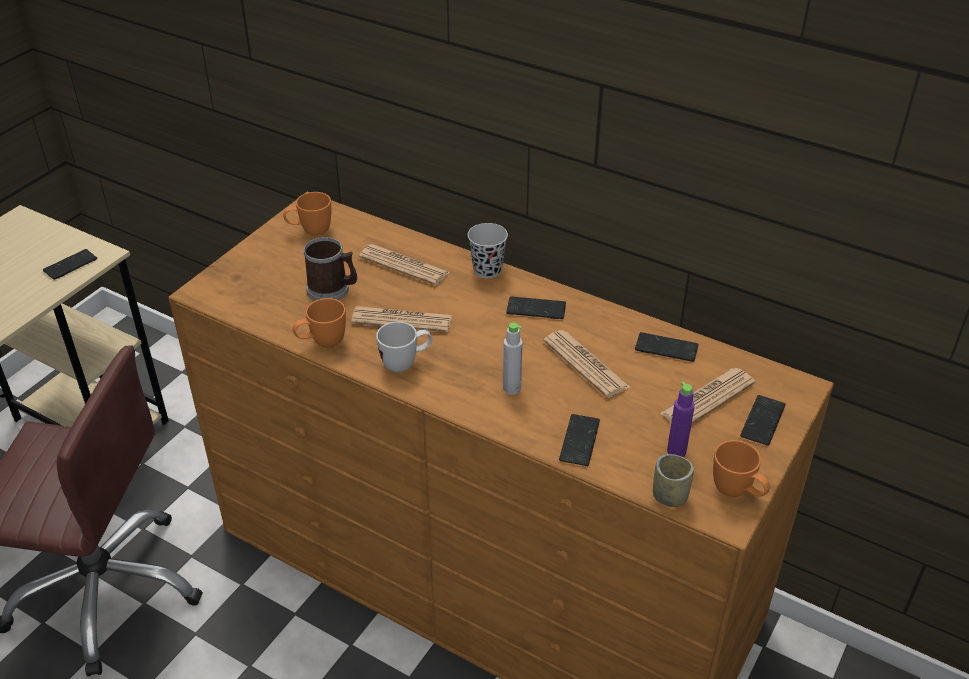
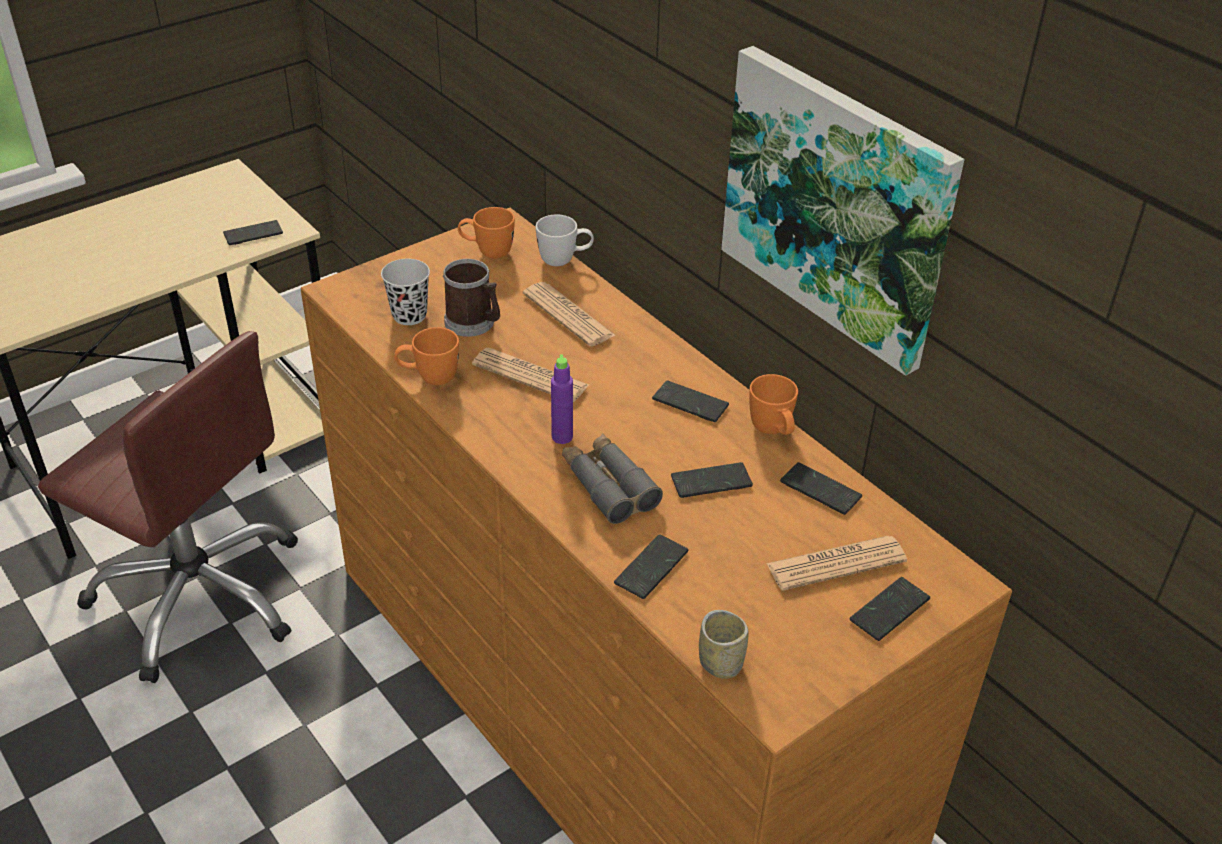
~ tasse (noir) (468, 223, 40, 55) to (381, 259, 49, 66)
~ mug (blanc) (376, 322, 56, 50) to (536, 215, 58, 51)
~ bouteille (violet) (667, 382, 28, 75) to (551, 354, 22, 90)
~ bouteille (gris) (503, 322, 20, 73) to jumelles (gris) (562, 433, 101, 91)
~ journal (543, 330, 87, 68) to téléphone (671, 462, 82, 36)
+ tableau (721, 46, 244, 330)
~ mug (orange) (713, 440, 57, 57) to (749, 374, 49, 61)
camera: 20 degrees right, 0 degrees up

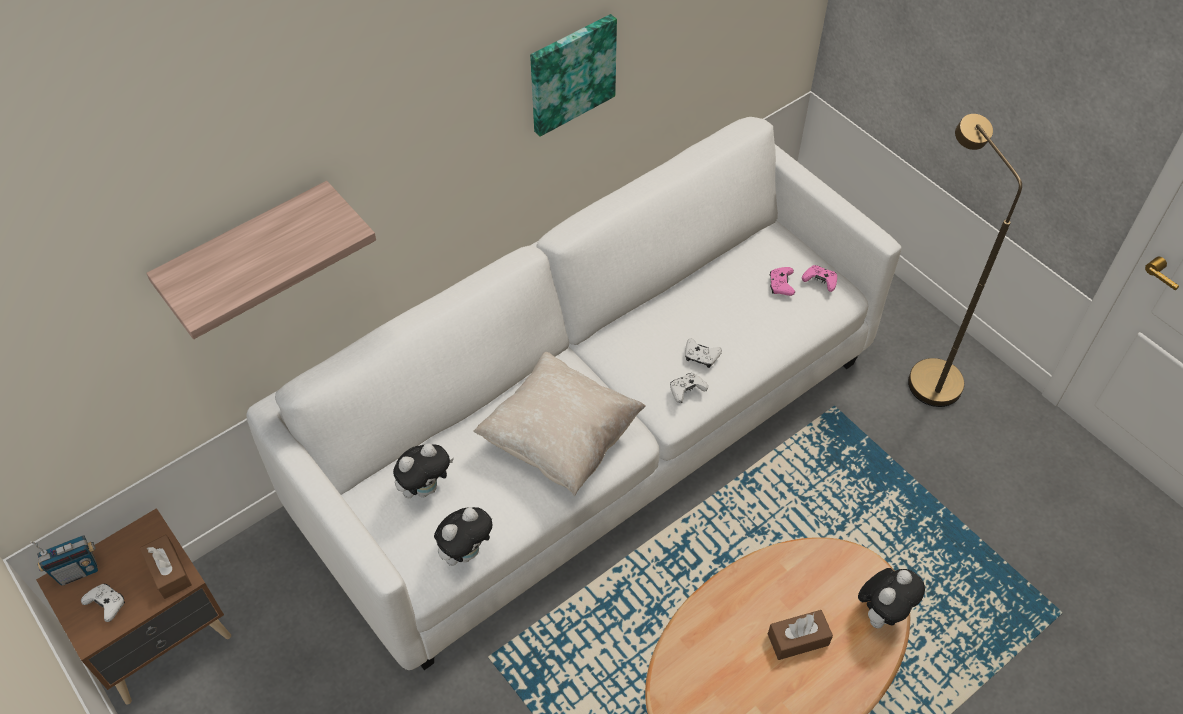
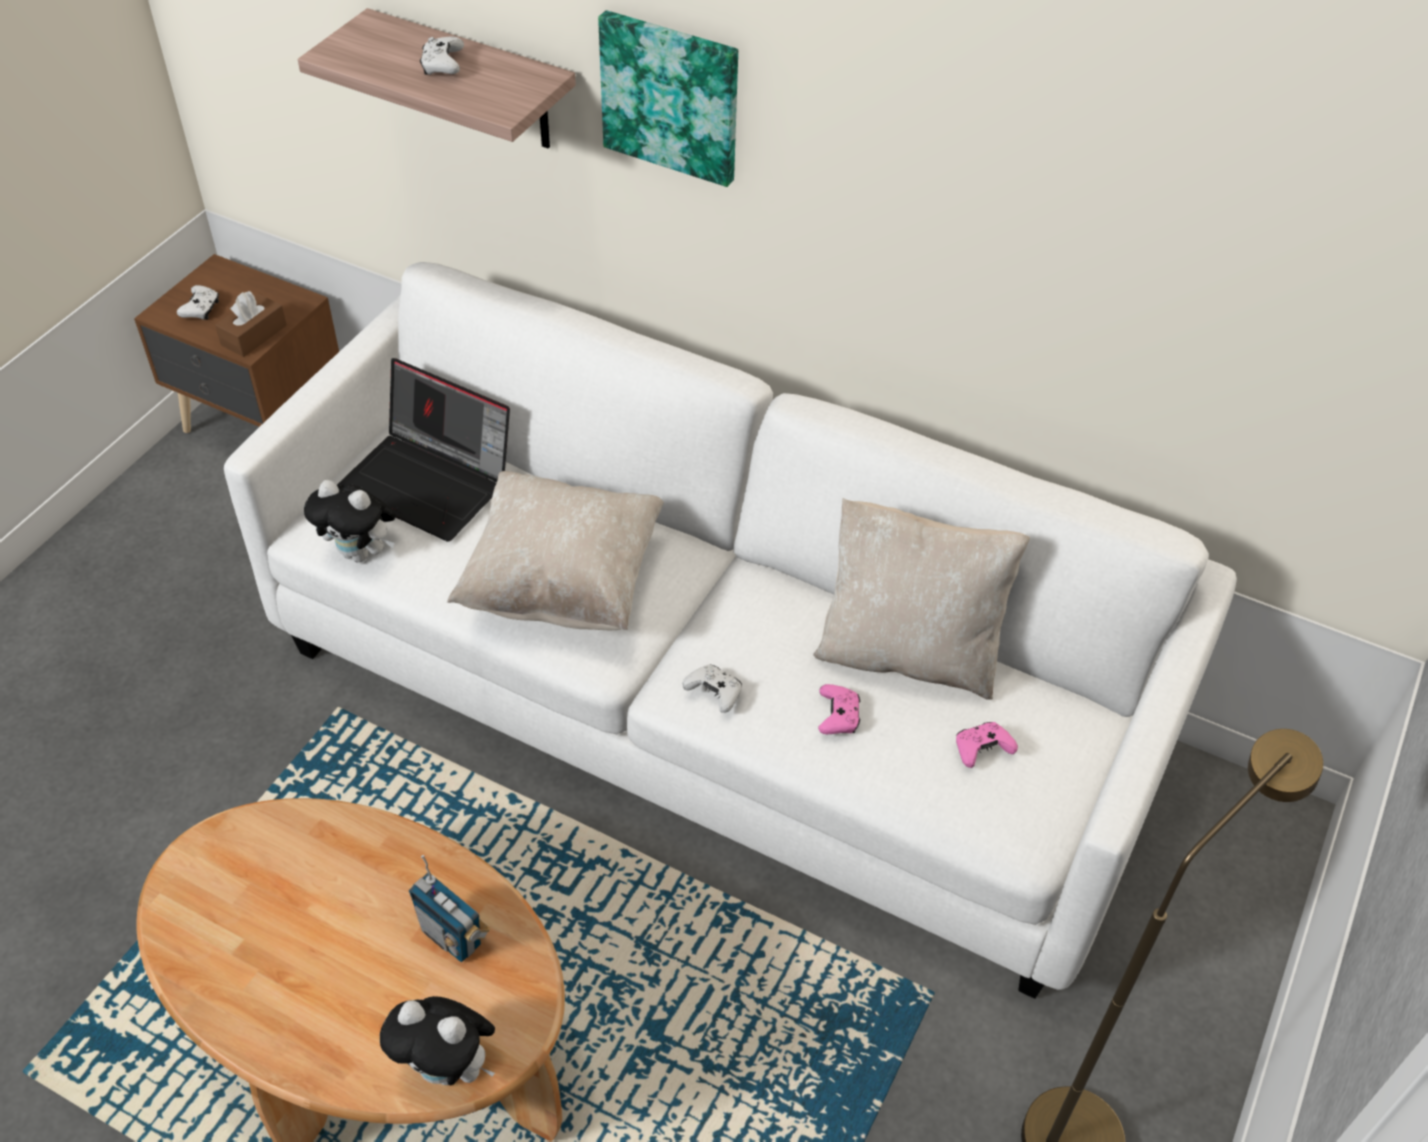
~ peluche (393, 443, 61, 55) to ordinateur portable (337, 358, 173, 184)
~ radio (30, 535, 68, 50) to (409, 855, 81, 107)
~ manette (blanc) (685, 338, 37, 30) to (420, 37, 44, 38)
~ tableau (530, 14, 87, 123) to (598, 10, 140, 177)
+ coussin (beige) (813, 498, 217, 202)
~ manette (rose) (802, 265, 35, 27) to (818, 684, 43, 50)
- boîte à mouchoirs (marron) (768, 610, 65, 50)
camera: 65 degrees right, 5 degrees down

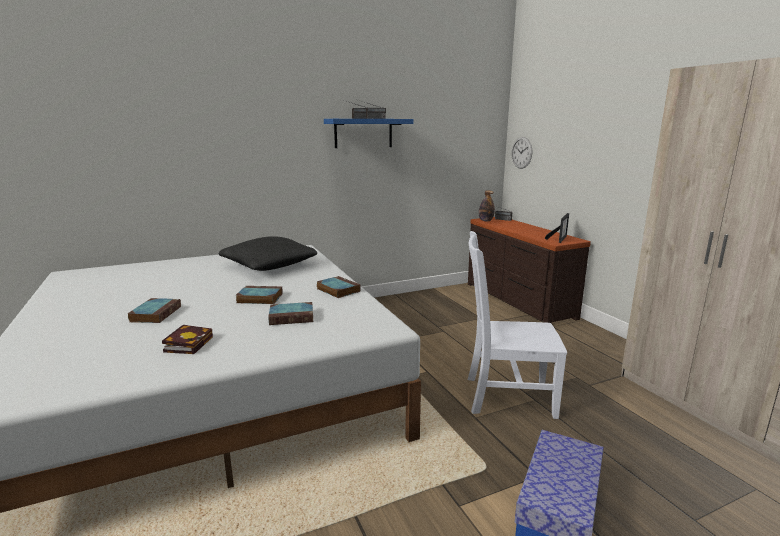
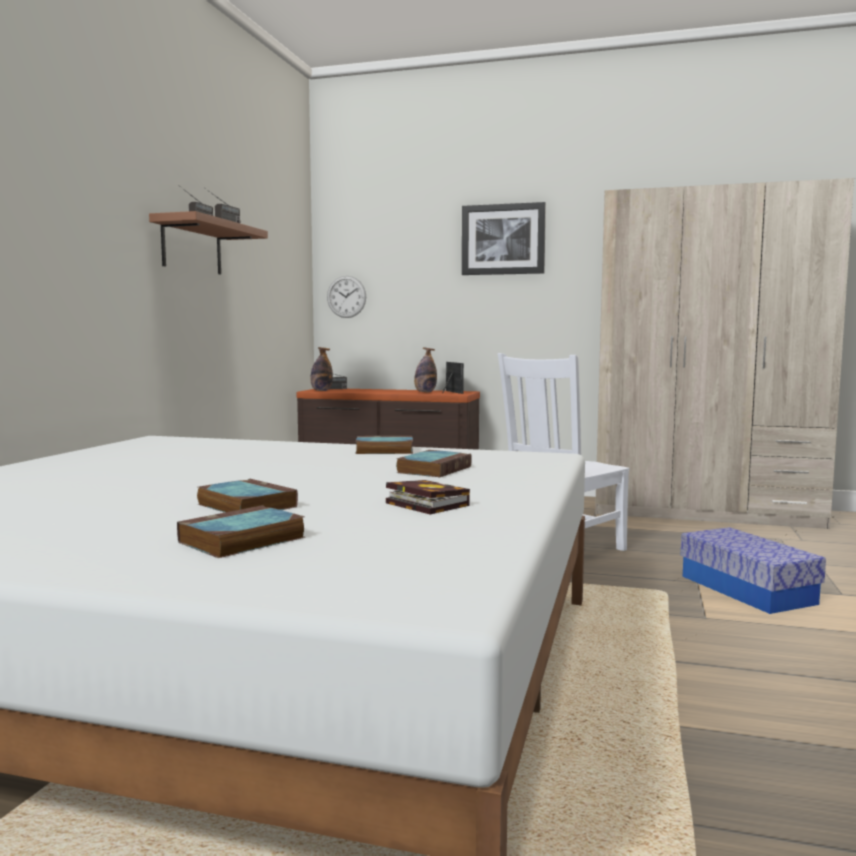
~ étagère (bleu) (324, 119, 90, 29) to étagère (marron) (149, 211, 119, 63)
~ livre (236, 286, 47, 18) to (177, 505, 128, 53)
+ bouteille (414, 347, 23, 45)
+ tableau (462, 202, 84, 73)
- coussin (noir) (218, 236, 99, 35)
camera: 50 degrees left, 10 degrees down

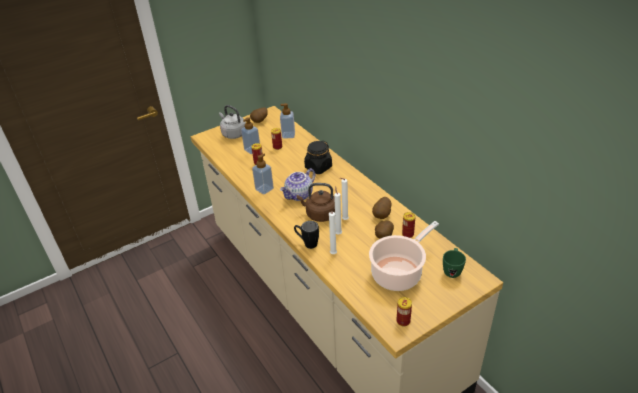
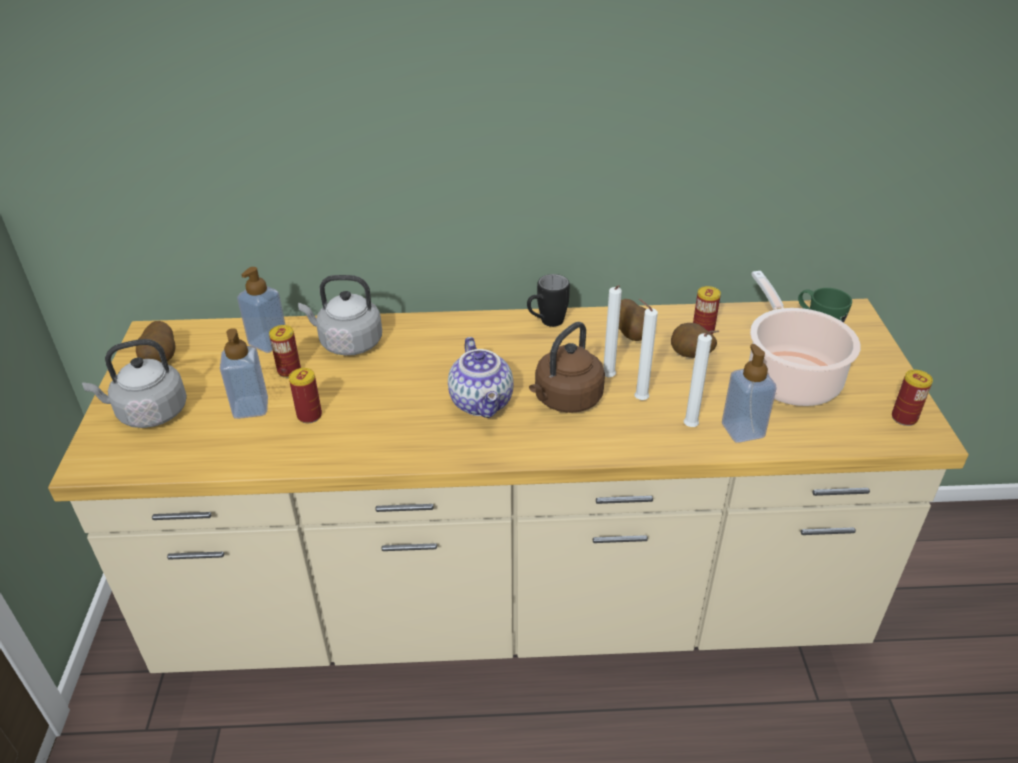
+ bouilloire (gris) (298, 275, 84, 81)
~ mug (noir) (294, 221, 25, 28) to (527, 274, 43, 53)
~ distributeur de savon (252, 153, 22, 41) to (722, 344, 55, 99)
- bocal (noir) (304, 141, 28, 33)
camera: 60 degrees left, 0 degrees up

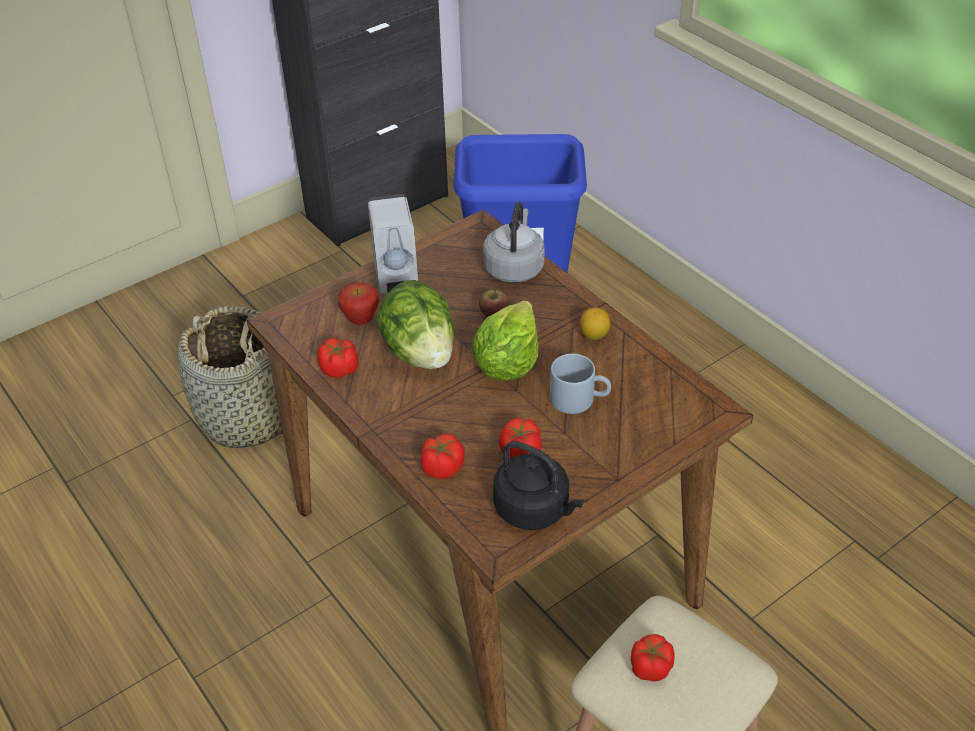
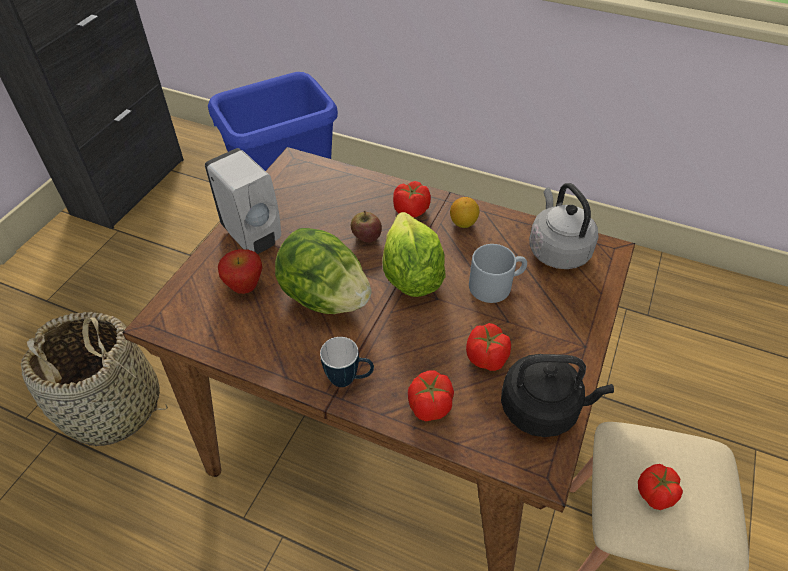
+ mug (320, 337, 54, 50)
~ tomate (317, 338, 42, 40) to (393, 181, 38, 37)
~ bouilloire (gris) (483, 202, 61, 81) to (529, 183, 69, 86)
camera: 30 degrees left, 5 degrees up

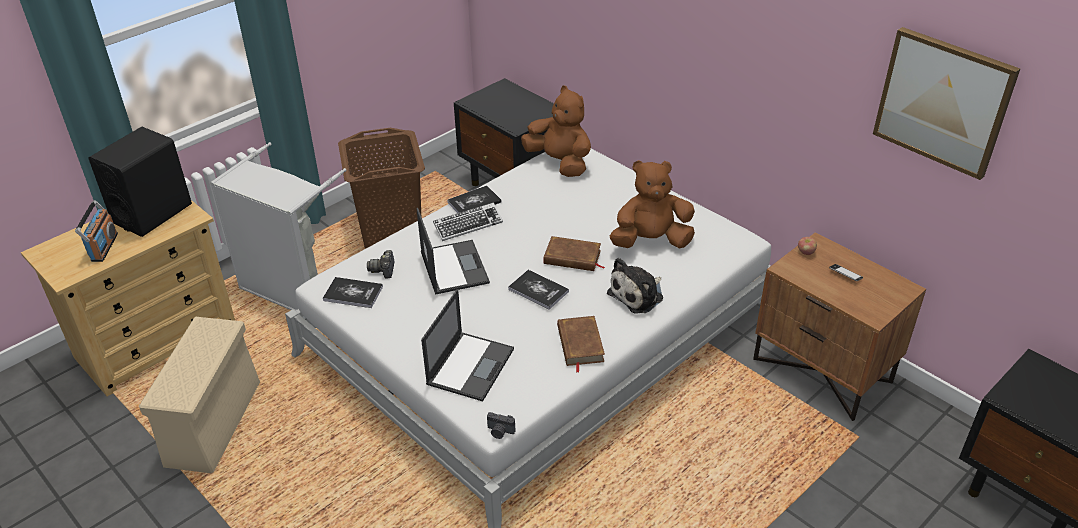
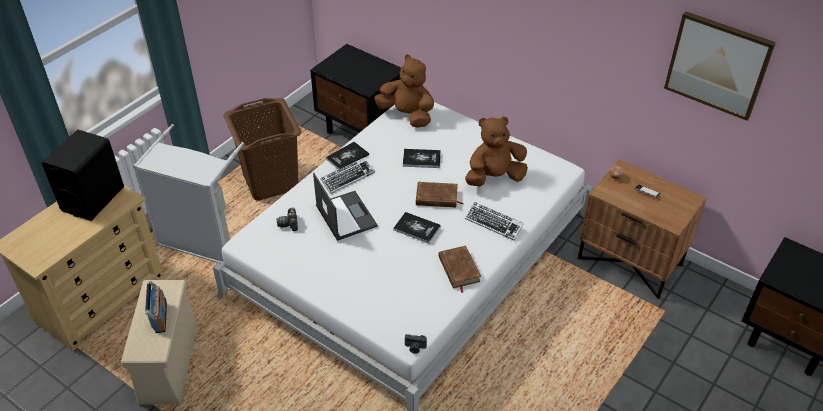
~ radio (75, 200, 43, 62) to (145, 281, 22, 52)
~ livre (323, 277, 60, 31) to (403, 149, 38, 19)
~ peluche (607, 258, 56, 56) to clavier (465, 202, 59, 38)
- ordinateur portable (421, 289, 93, 112)
camera: 10 degrees left, 5 degrees up

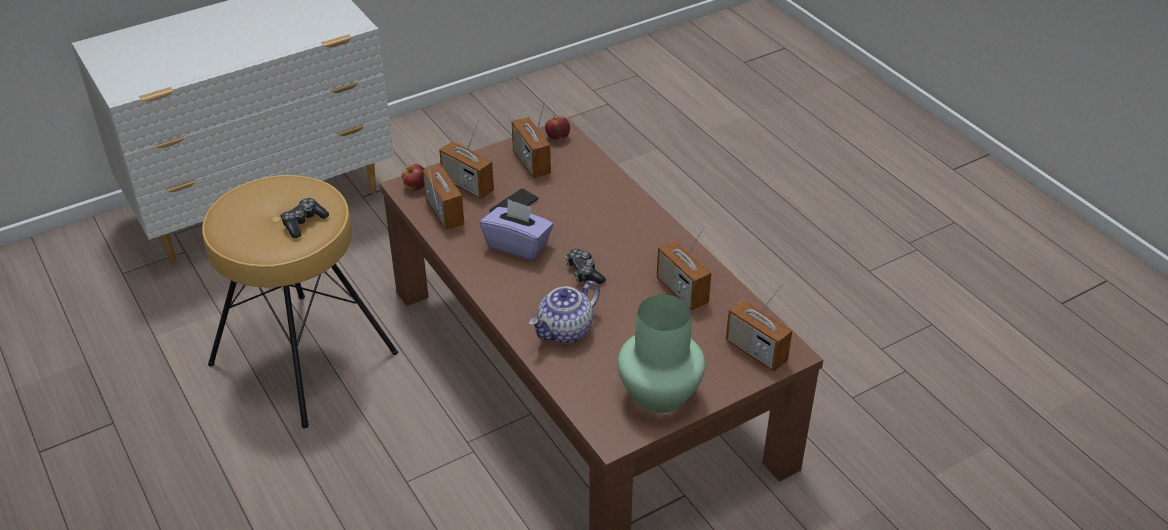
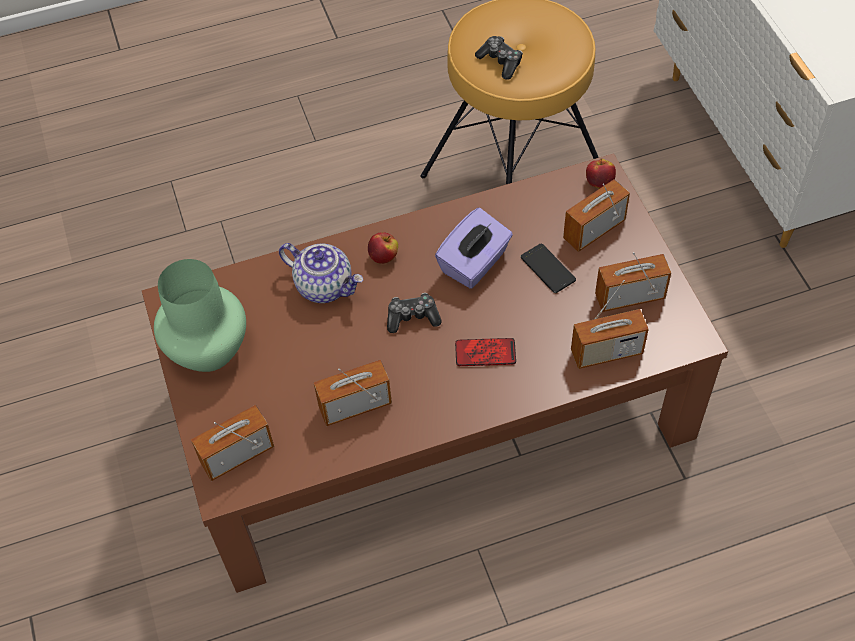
~ théière (529, 281, 71, 62) = (279, 243, 84, 60) 150 degrees clockwise
~ pomme (545, 115, 25, 25) to (368, 232, 30, 32)
+ téléphone (455, 338, 61, 28)
~ radio (423, 145, 41, 85) to (571, 280, 78, 89)
camera: 105 degrees right, 15 degrees up

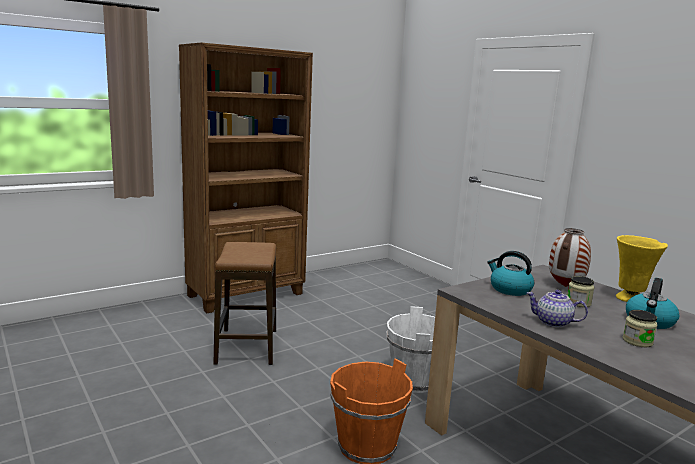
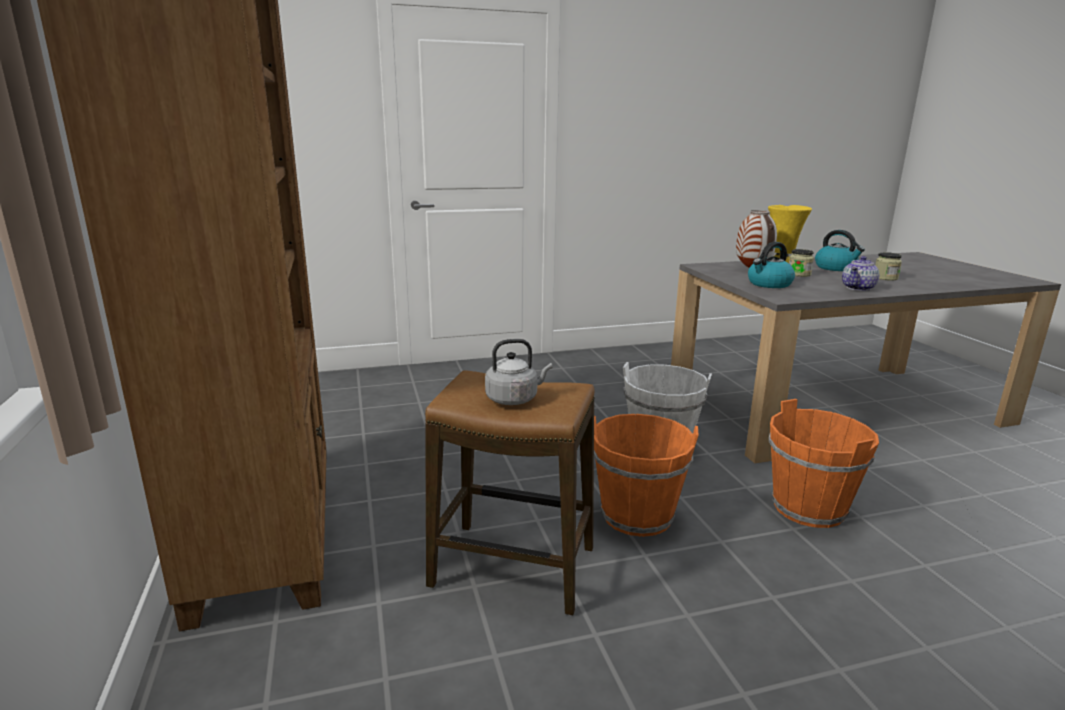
+ bouilloire (gris) (485, 339, 67, 66)
+ seau (orange) (594, 414, 105, 123)
camera: 70 degrees left, 5 degrees up

